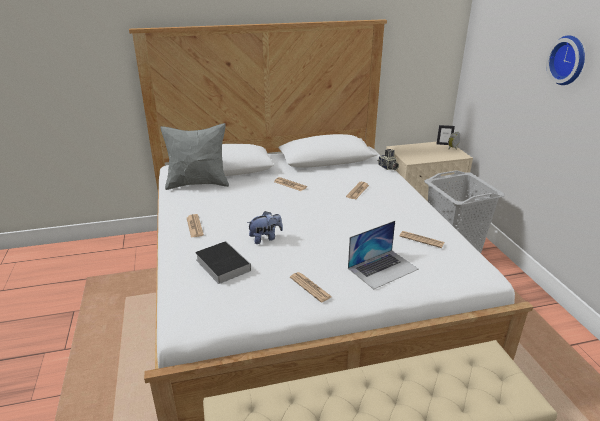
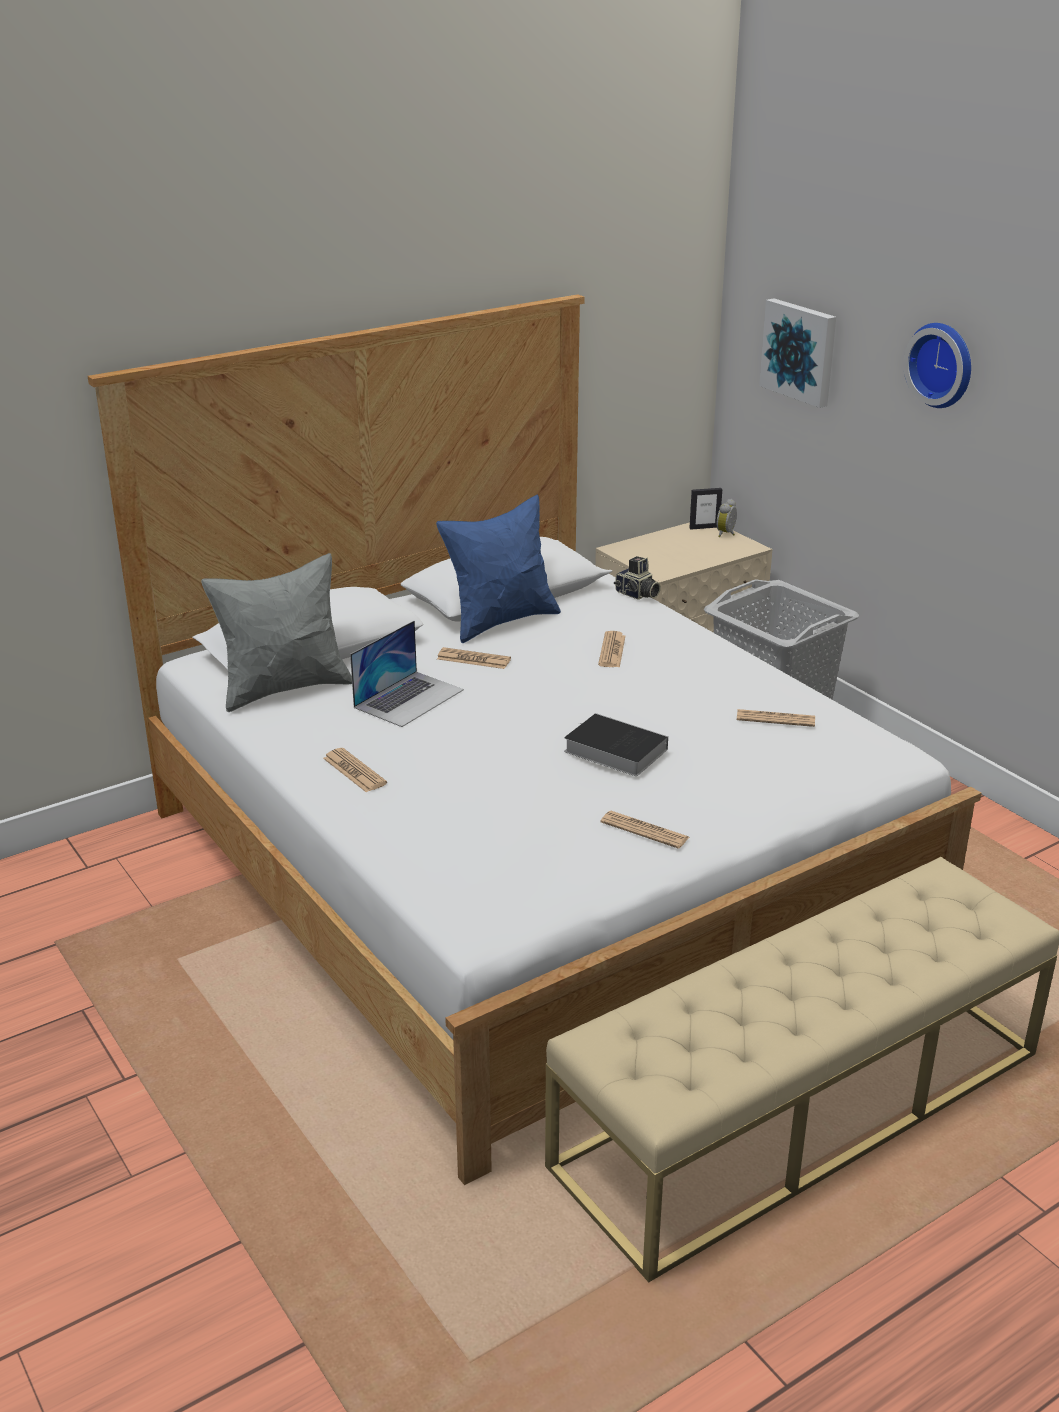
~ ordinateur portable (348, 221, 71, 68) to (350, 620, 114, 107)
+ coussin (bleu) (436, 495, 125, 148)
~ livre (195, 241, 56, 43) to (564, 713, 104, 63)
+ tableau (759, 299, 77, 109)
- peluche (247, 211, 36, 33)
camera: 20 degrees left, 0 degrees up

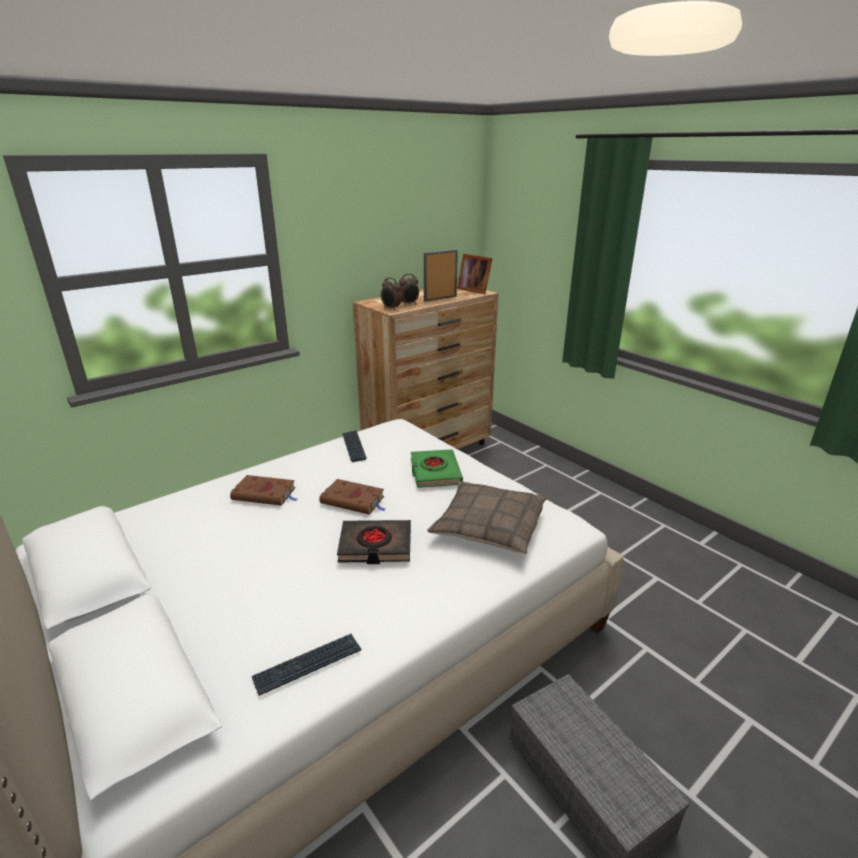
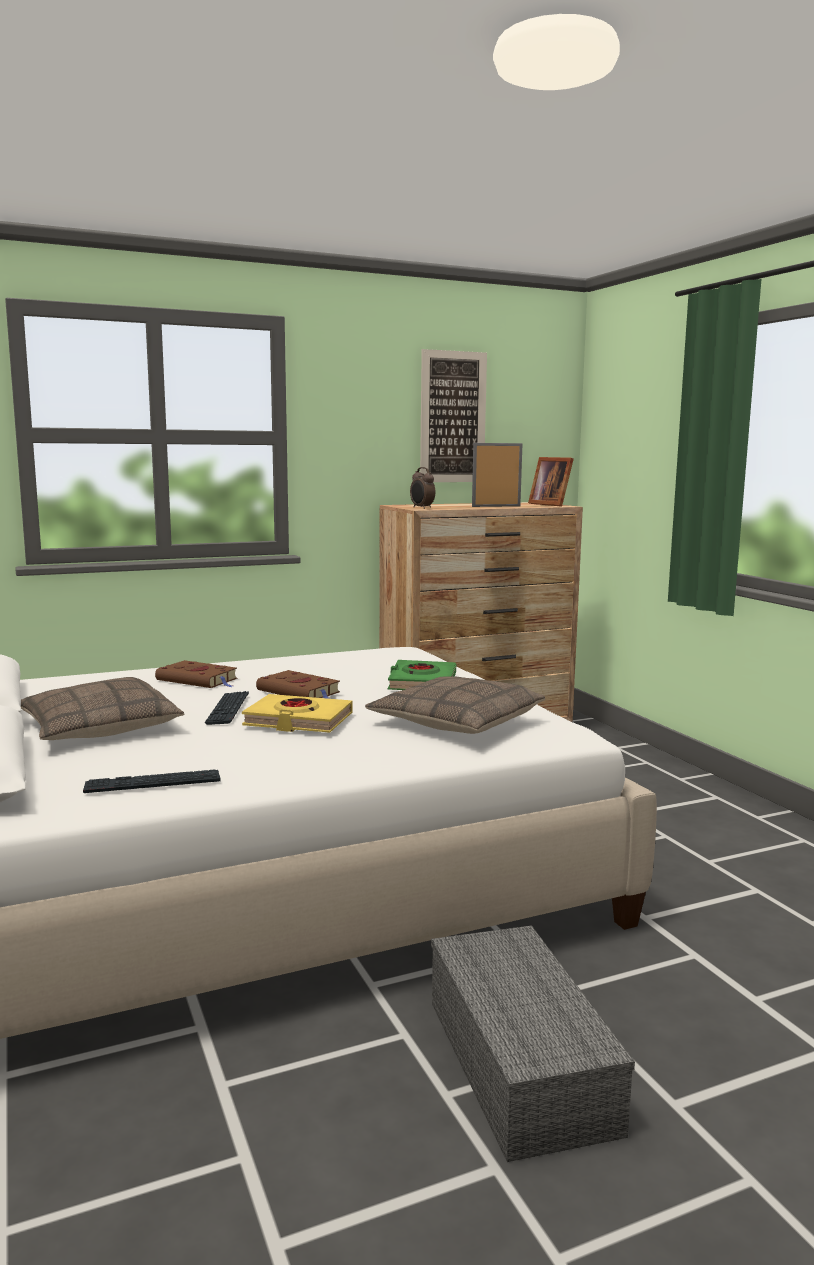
+ coussin (21, 677, 163, 63)
~ clavier (342, 430, 25, 32) to (205, 691, 44, 34)
~ livre (noir) (337, 520, 74, 44) to livre (jaune) (242, 694, 111, 39)
+ tableau (420, 349, 67, 133)
- réveil (399, 274, 20, 32)
camera: 15 degrees right, 15 degrees down

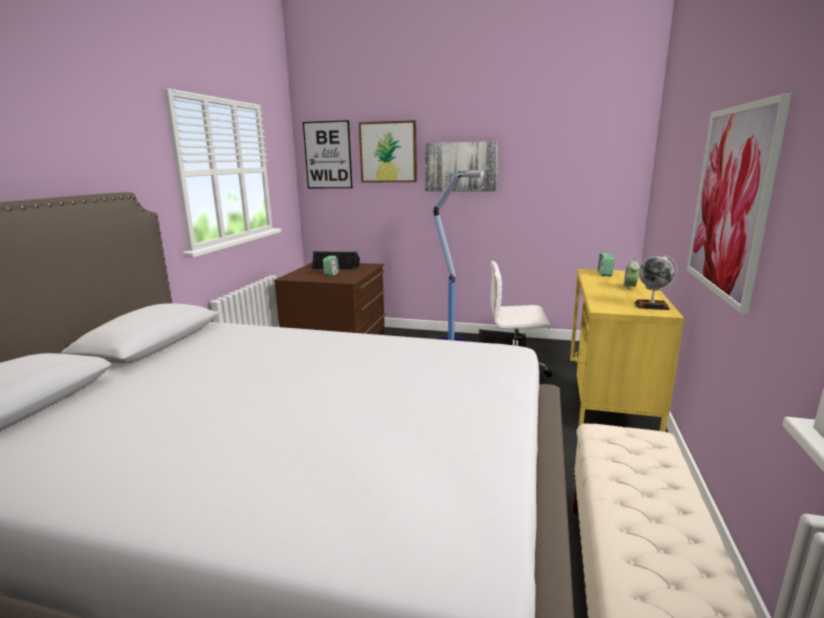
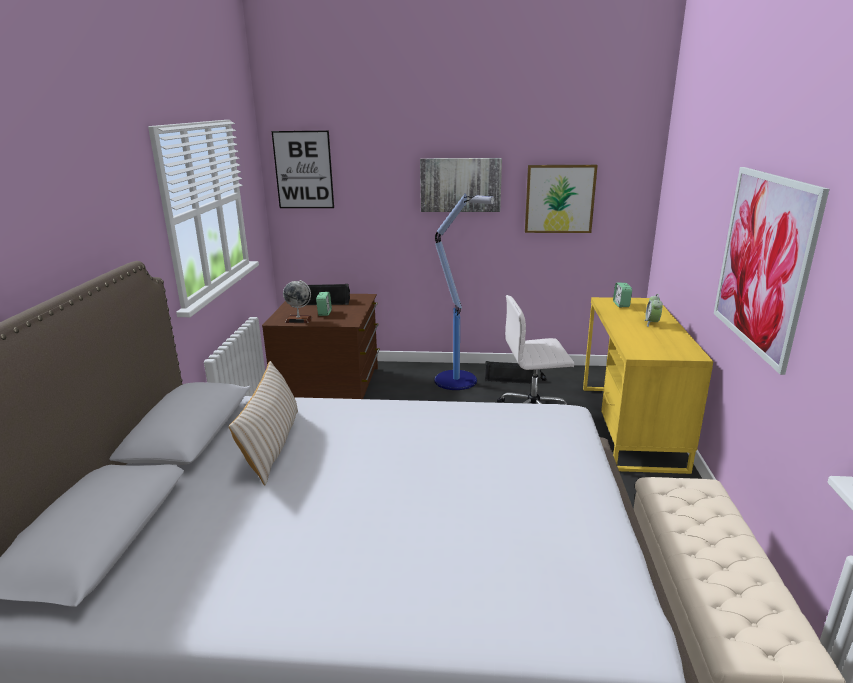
+ coussin (beige) (229, 361, 69, 124)
~ globe (634, 255, 44, 55) to (283, 280, 29, 43)
~ tableau (359, 120, 58, 62) to (525, 165, 73, 68)
camera: 10 degrees left, 5 degrees up

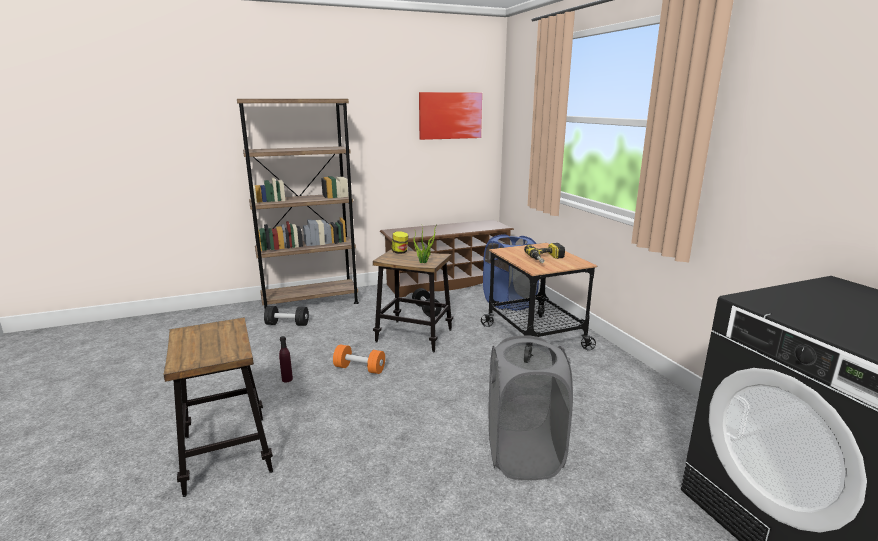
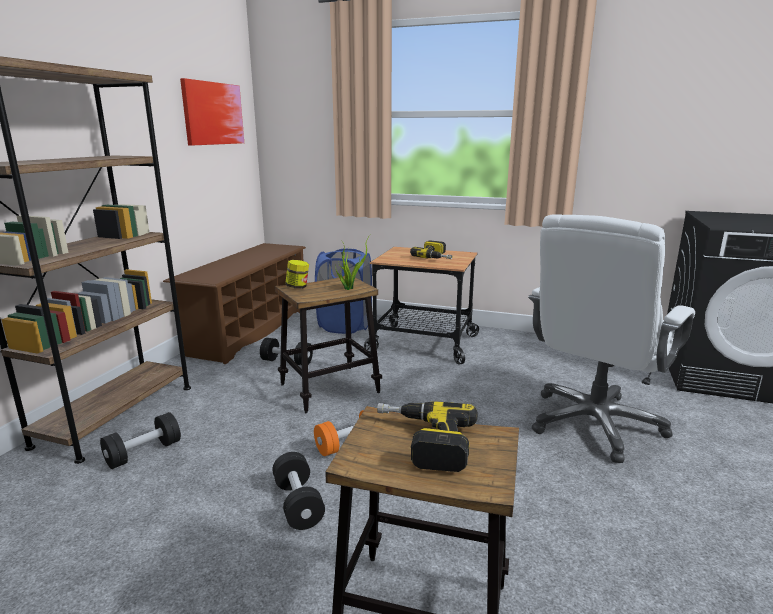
~ bouteille (violet) (279, 336, 14, 46) to haltère (noir) (272, 452, 53, 78)
+ perceuse (377, 401, 101, 71)
~ panier à linge (gris) (488, 335, 85, 145) to chaise de bureau (blanc) (528, 214, 167, 249)
camera: 50 degrees left, 0 degrees up

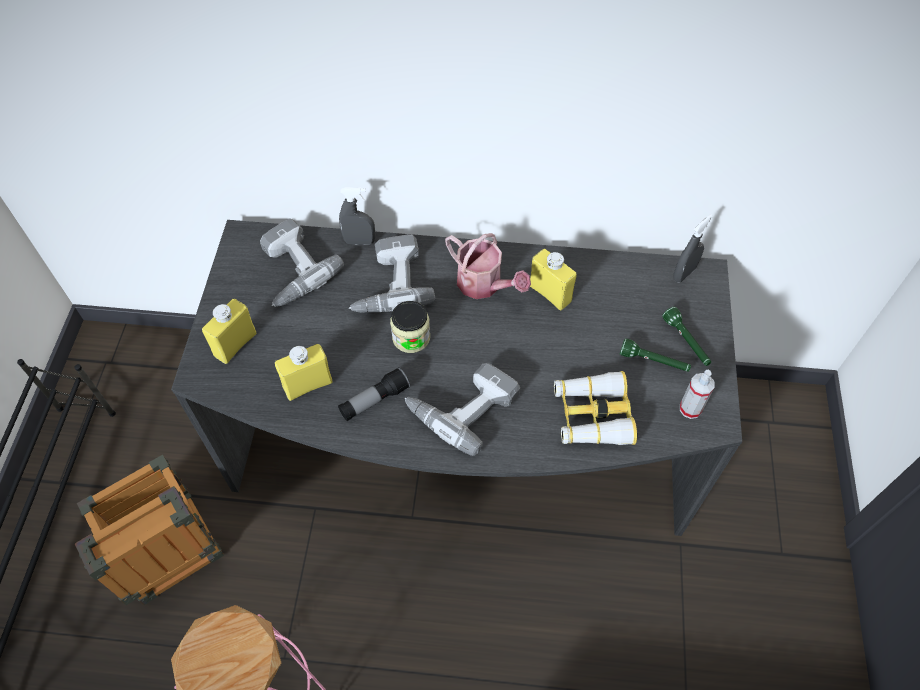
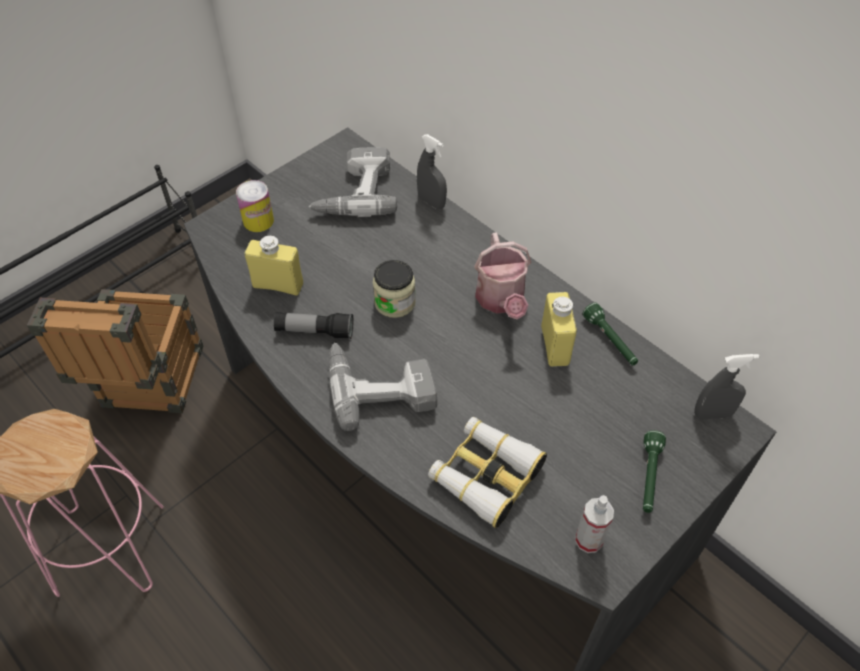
~ bouteille (jaune) (202, 299, 55, 65) to boîte métallique (236, 180, 38, 52)
~ lampe de poche (vert) (620, 338, 71, 34) to (583, 303, 55, 62)
- perceuse (349, 235, 86, 78)
camera: 40 degrees right, 5 degrees down

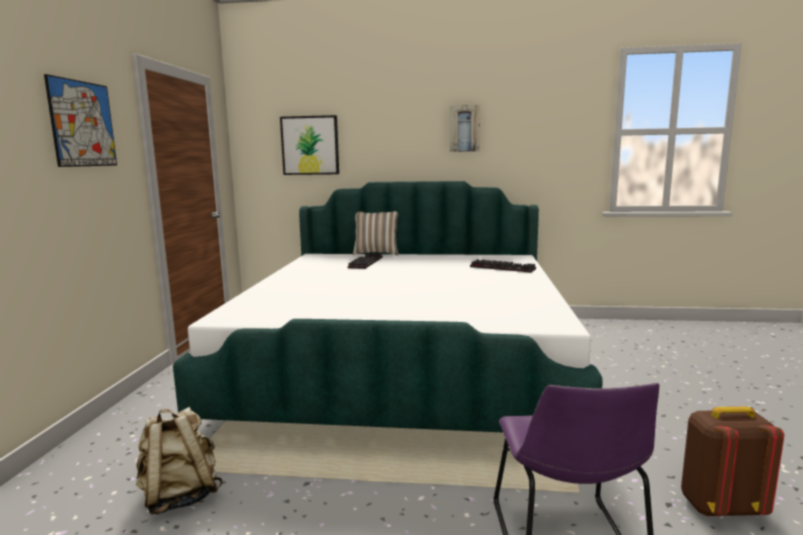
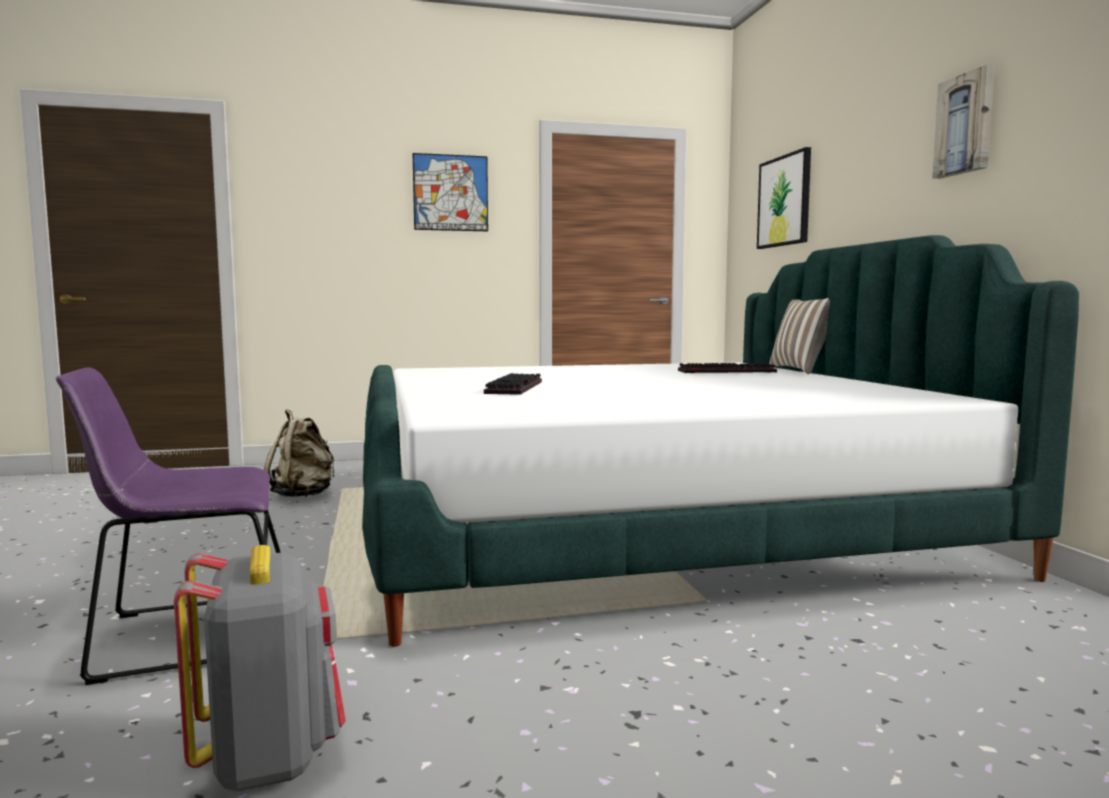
~ sac à dos (marron) (681, 407, 103, 110) to sac à dos (gris) (174, 545, 172, 246)
~ clavier (470, 259, 66, 14) to (484, 373, 58, 22)
camera: 70 degrees right, 5 degrees down

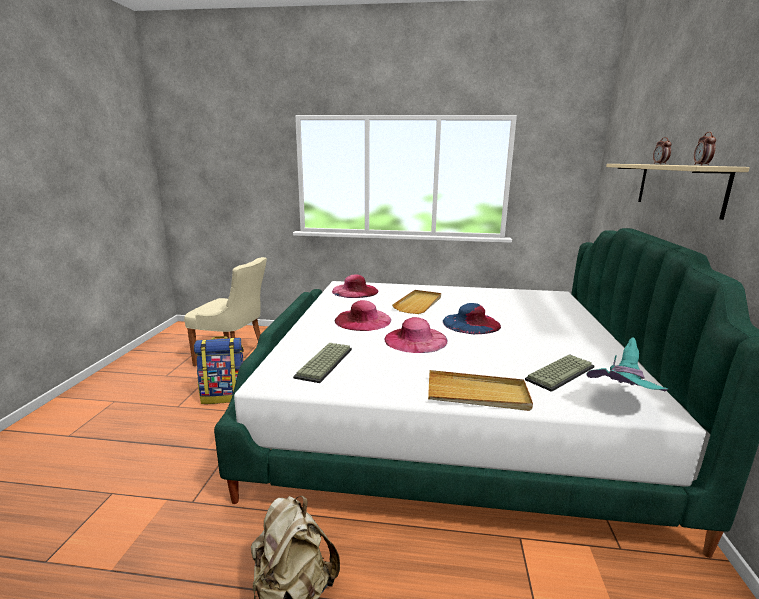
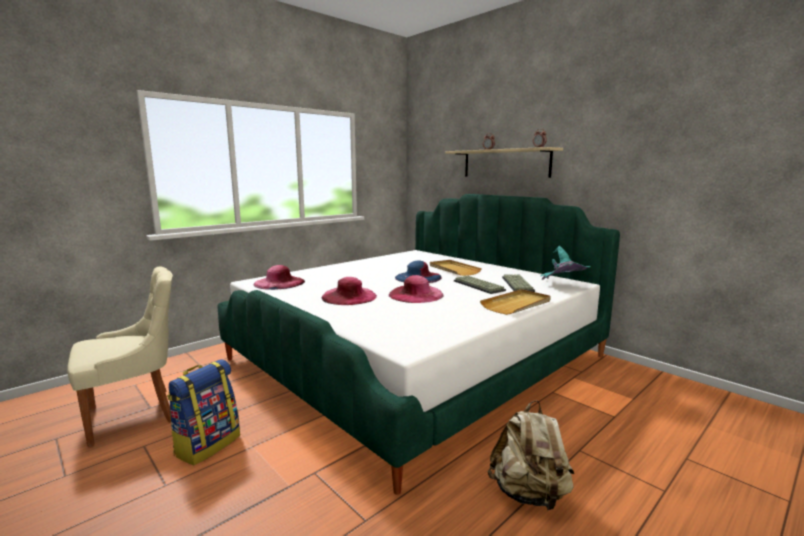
~ plateau (beige) (392, 290, 49, 24) to (430, 260, 52, 16)
~ clavier (293, 343, 59, 40) to (454, 276, 52, 18)
camera: 50 degrees left, 5 degrees down

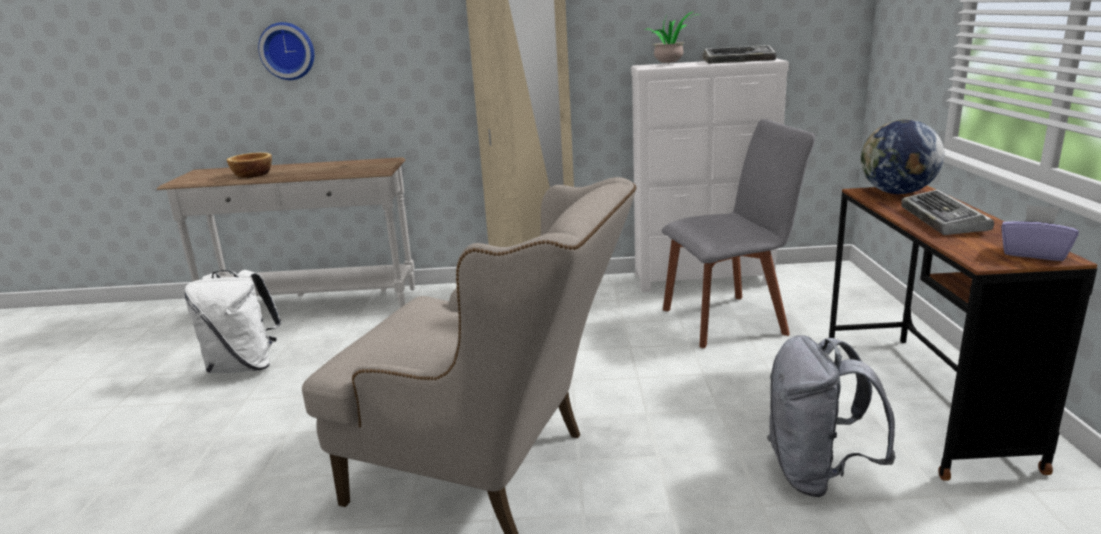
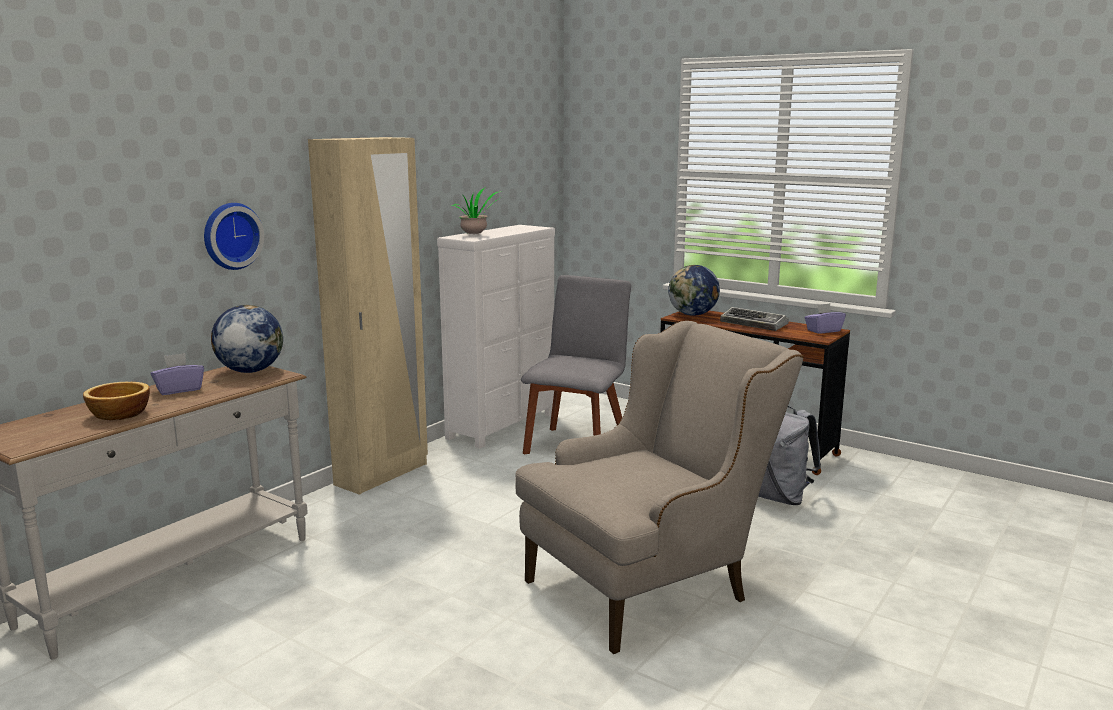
+ boîte à mouchoirs (violet) (151, 353, 53, 42)
~ horloge murale (258, 22, 56, 58) to (204, 203, 60, 67)
+ globe (211, 305, 72, 68)
- sac à dos (blanc) (184, 270, 98, 103)
- clavier (702, 45, 74, 19)
camera: 55 degrees left, 5 degrees down

